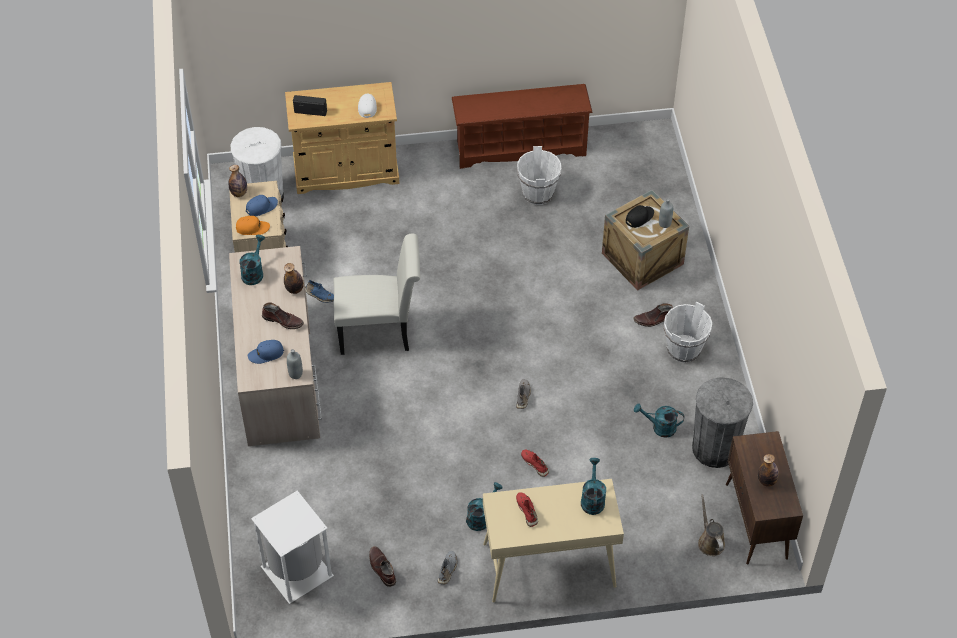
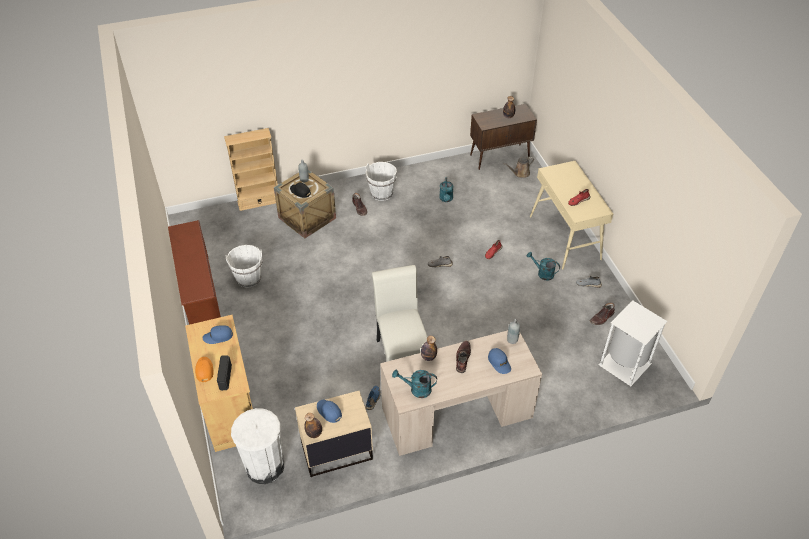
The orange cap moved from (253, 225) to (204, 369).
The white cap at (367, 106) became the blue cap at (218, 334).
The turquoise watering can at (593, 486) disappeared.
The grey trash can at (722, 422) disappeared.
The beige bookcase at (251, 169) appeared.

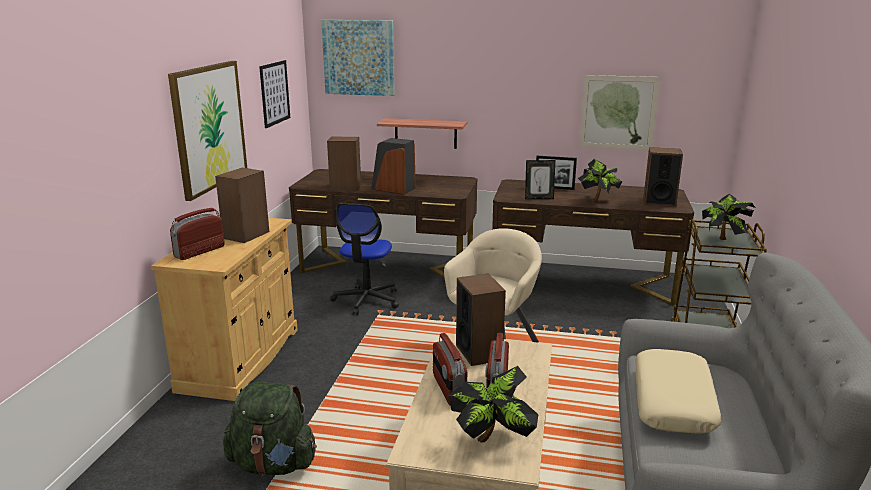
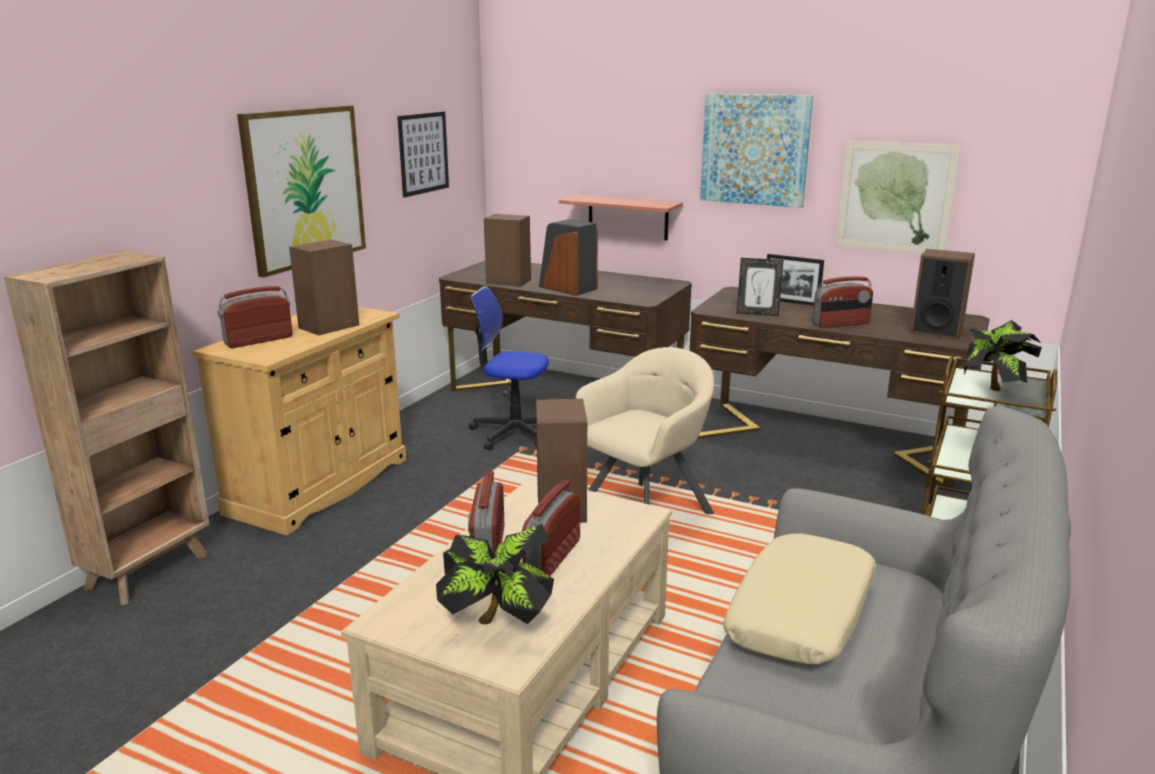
The green backpack at (270, 429) disappeared.
The picture moved from (358, 58) to (756, 150).
The office chair at (364, 259) turned 75 degrees clockwise.
The potted plant at (600, 181) was replaced by the radio at (843, 302).
The brown bookcase at (106, 428) appeared.

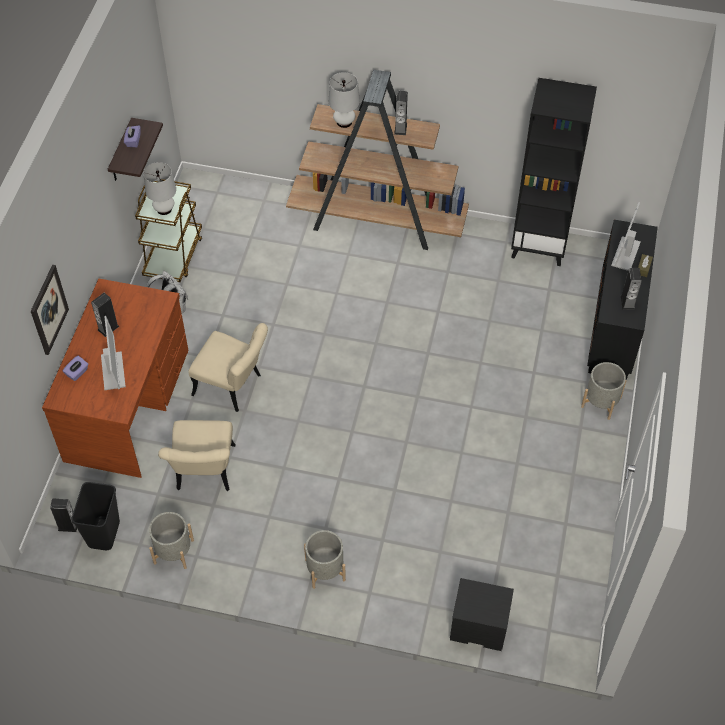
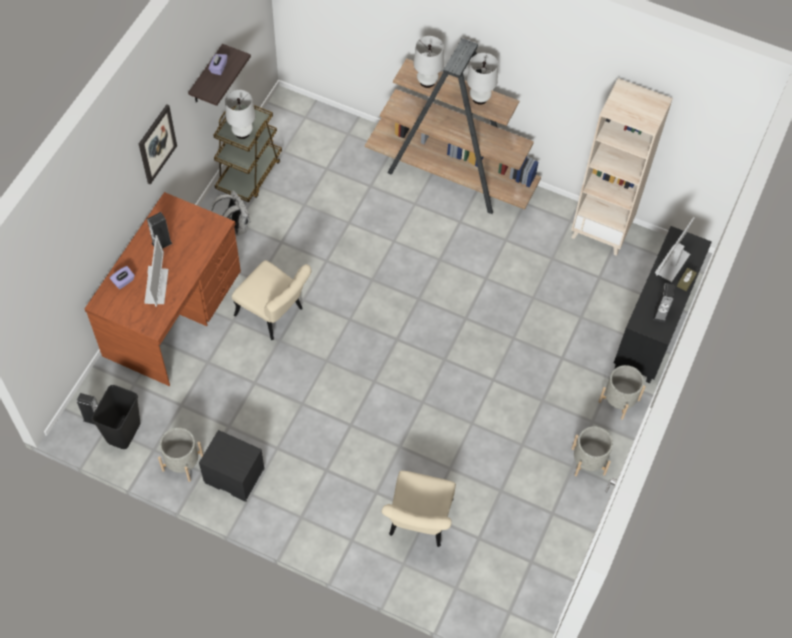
The picture moved from (50, 310) to (158, 144).
The beige chair moved from (197, 455) to (419, 509).
The grey planter moved from (325, 559) to (592, 451).
The speaker at (401, 113) was replaced by the white table lamp at (482, 79).
The black nightstand moved from (482, 614) to (231, 466).
The black bookcase at (554, 172) became the beige bookcase at (622, 167).

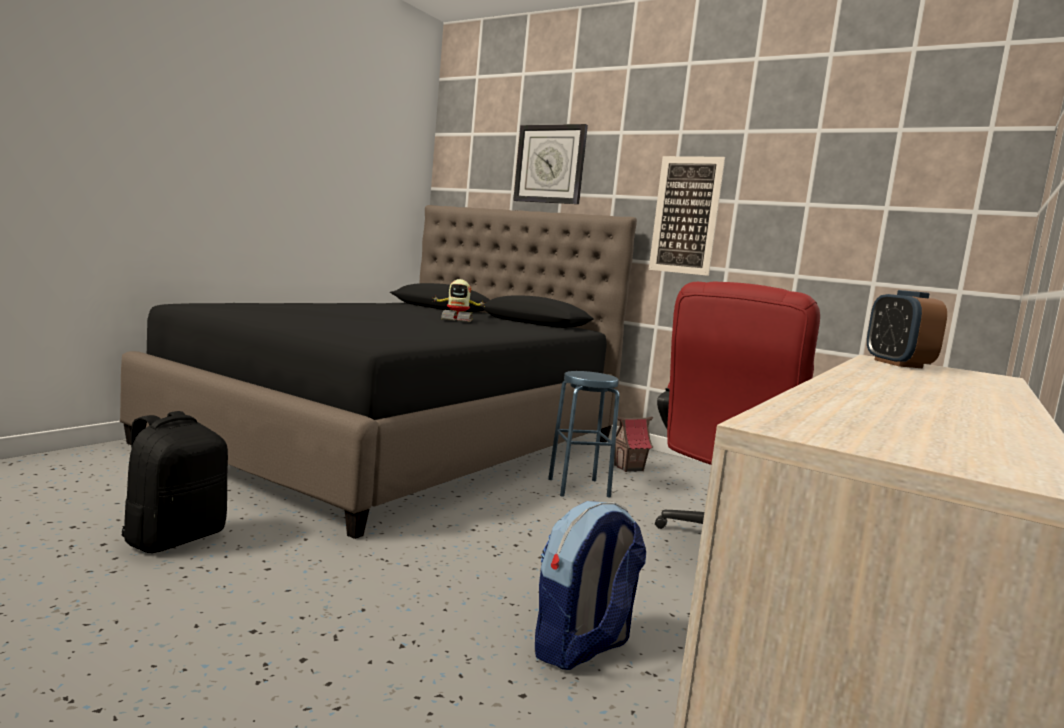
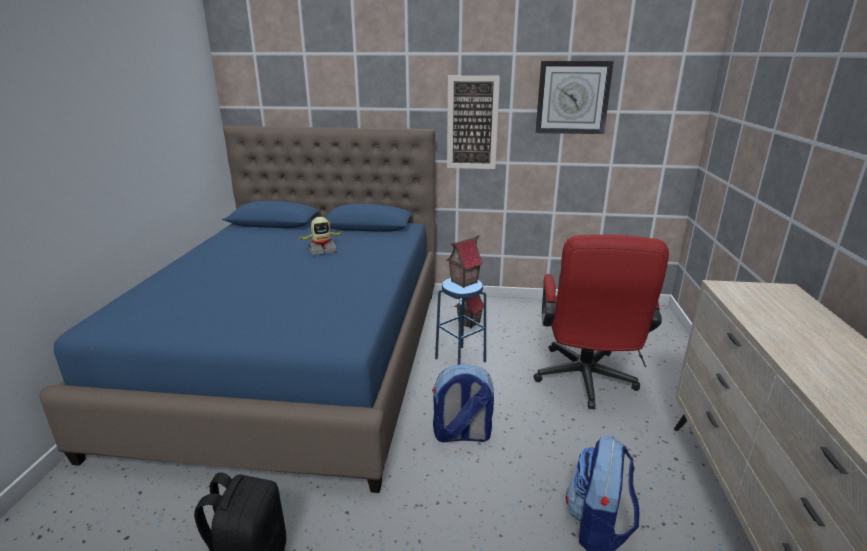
The black bed at (378, 372) became the blue bed at (237, 309).
The wall clock moved from (550, 164) to (575, 97).
The alarm clock at (907, 329) disappeared.
The backpack at (463, 403) appeared.
The toy house at (465, 261) appeared.

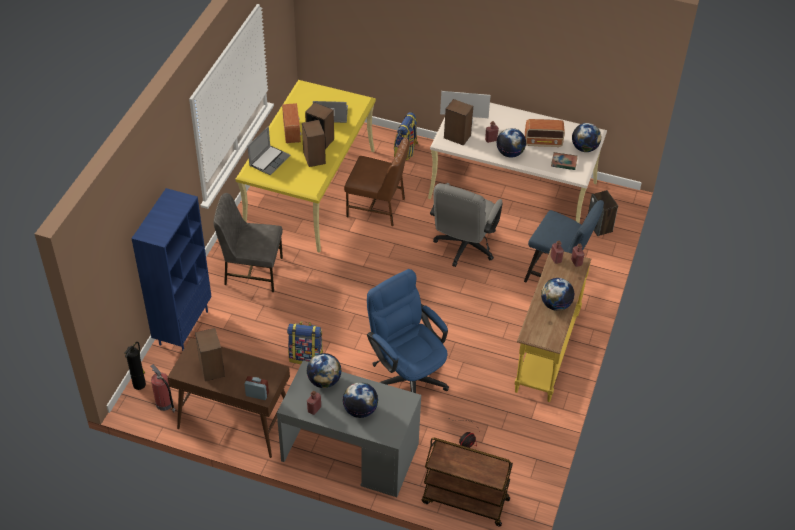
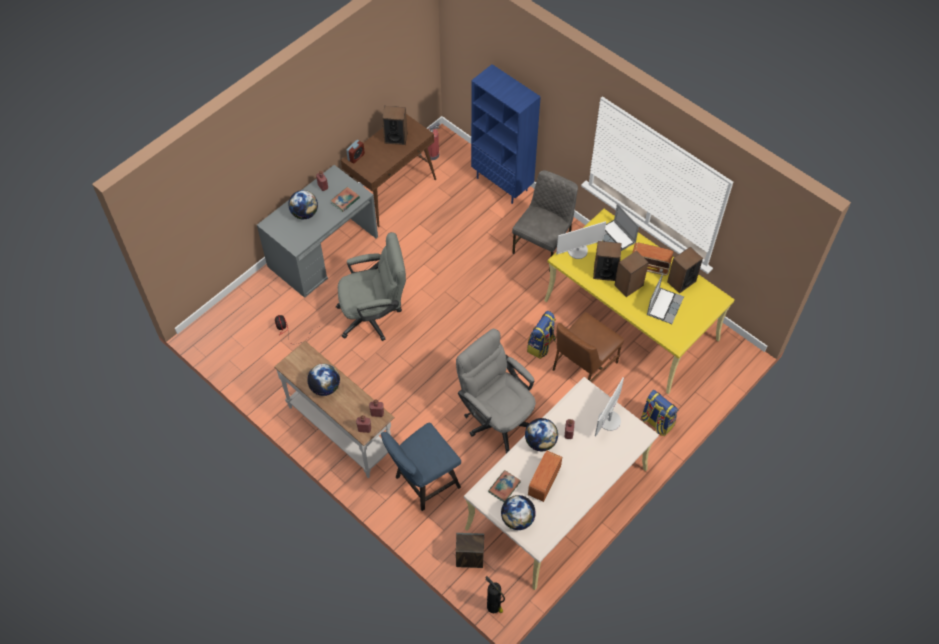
The fire extinguisher moved from (135, 366) to (495, 594).
The backpack moved from (305, 342) to (541, 335).
The globe at (323, 370) was replaced by the book at (345, 199).
The blue office chair at (408, 331) became the grey office chair at (371, 286).
The brown cart at (467, 481) disappeared.
The speaker moved from (458, 122) to (685, 270).
The yellow console table at (553, 325) became the white console table at (334, 409).
The monitor at (581, 240) appeared.

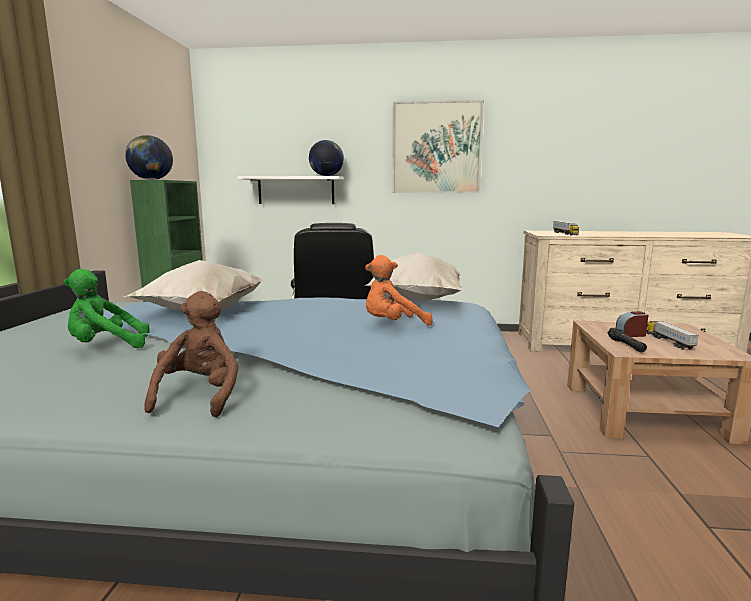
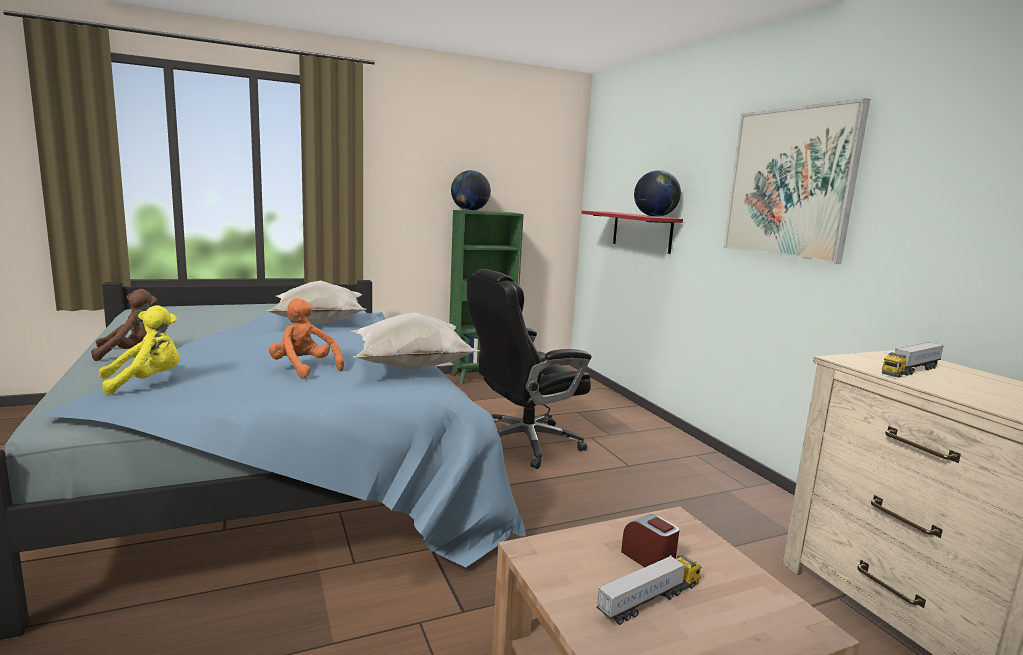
The green plush toy at (106, 308) disappeared.
The white shelf at (291, 190) became the red shelf at (632, 232).
The black flashlight at (627, 340) disappeared.
The yellow plush toy at (139, 350) appeared.

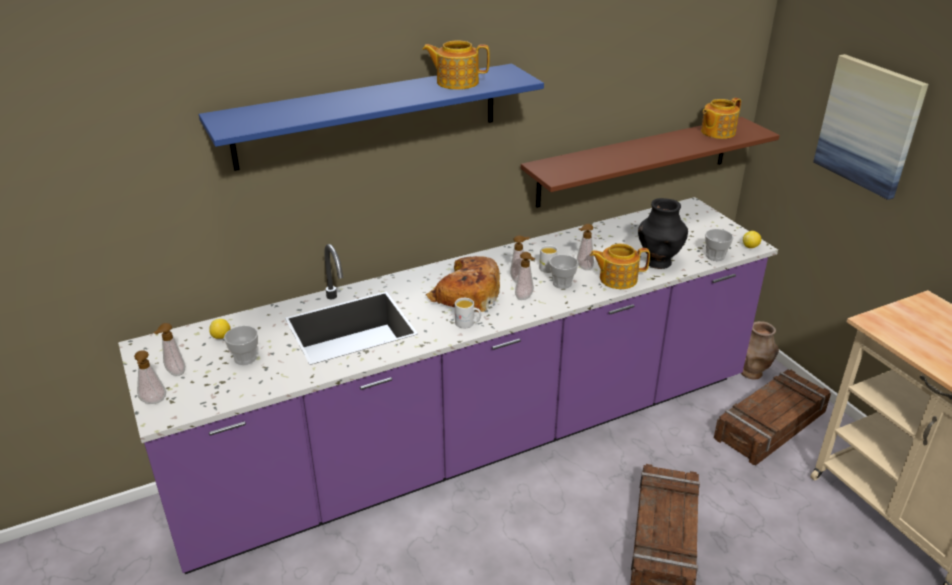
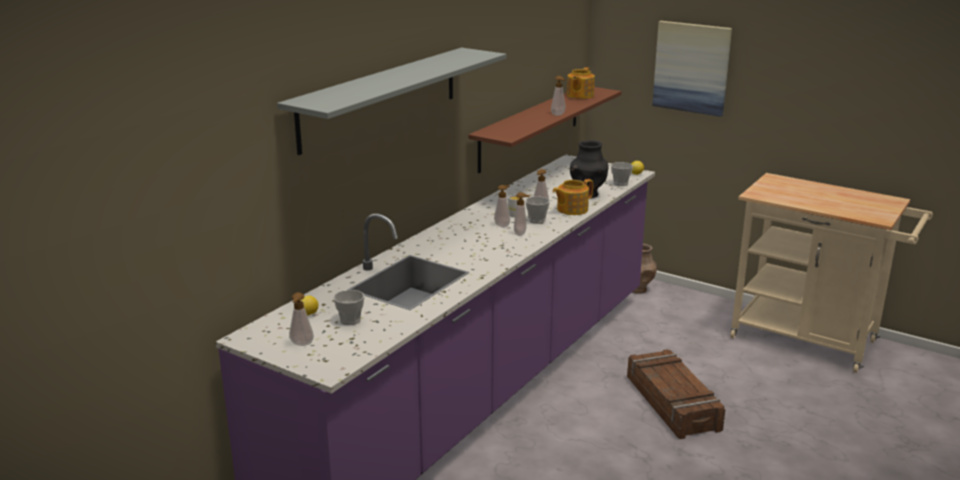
The soap dispenser moved from (150, 377) to (558, 96).
The blue shelf at (371, 117) became the grey shelf at (392, 101).
The teapot at (456, 65) disappeared.
The bread at (463, 284) disappeared.
The white mug at (468, 313) disappeared.
The crate at (772, 417) disappeared.

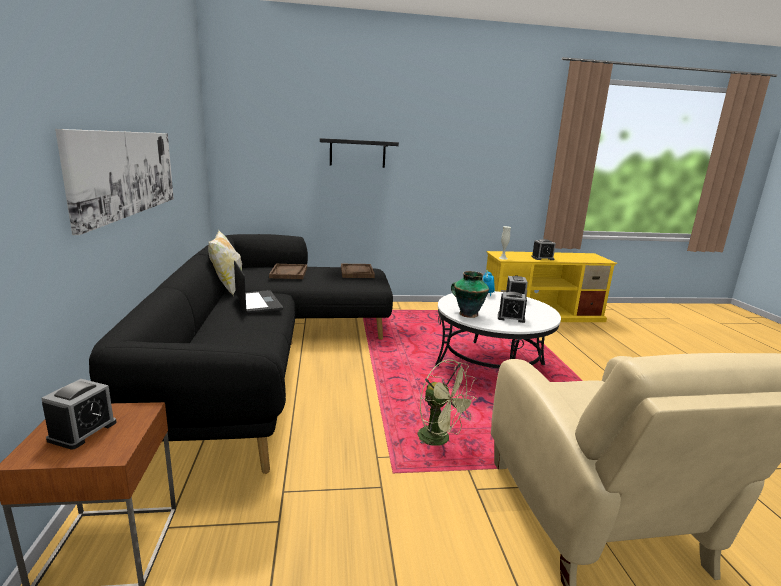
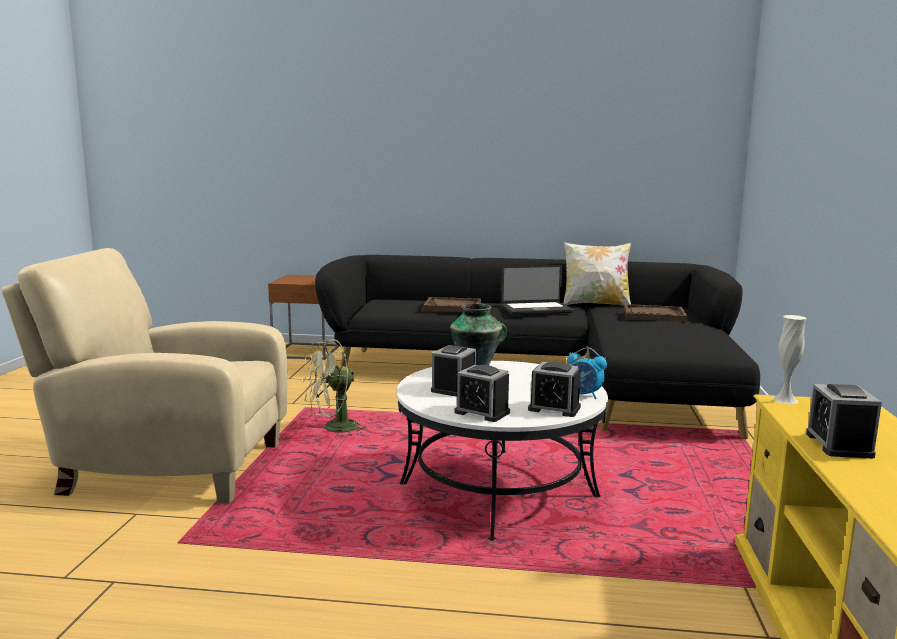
The alarm clock moved from (79, 414) to (482, 393).
The picture at (114, 182) disappeared.
The black shelf at (359, 153) disappeared.
The brown tray moved from (358, 271) to (452, 304).

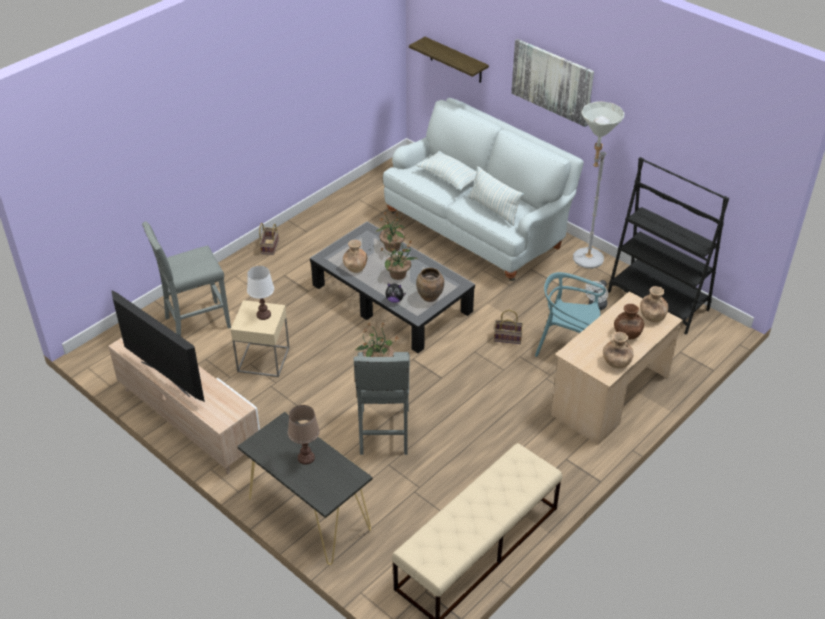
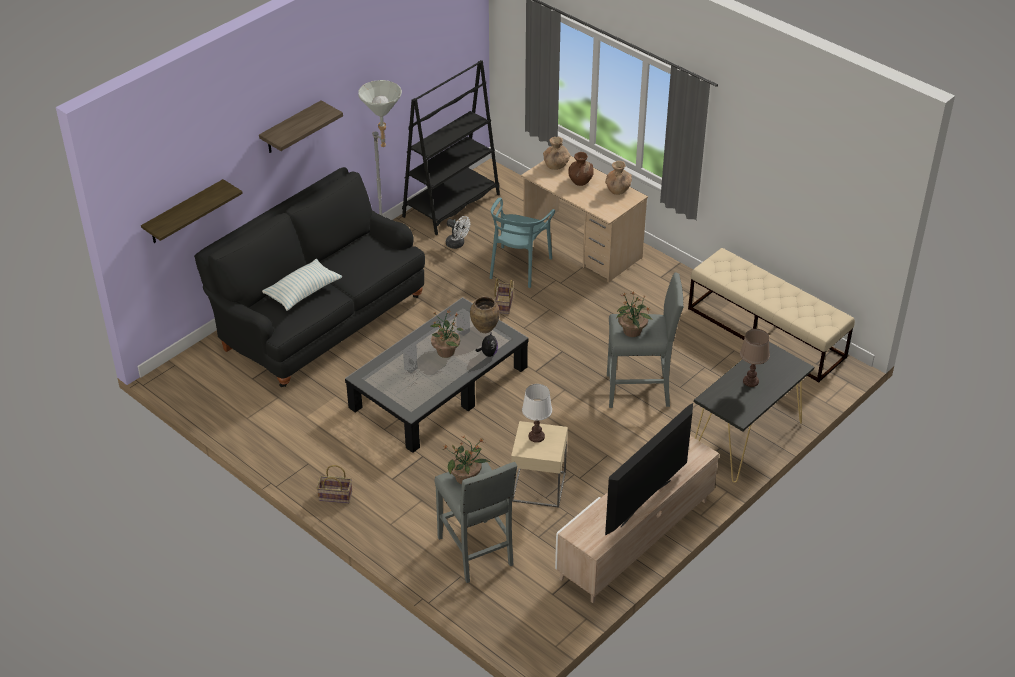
The brown vase at (355, 256) disappeared.
The potted plant moved from (390, 232) to (466, 460).
The white sofa at (483, 189) became the black sofa at (309, 277).
The pillow at (496, 196) disappeared.
The picture at (552, 83) was replaced by the shelf at (301, 126).

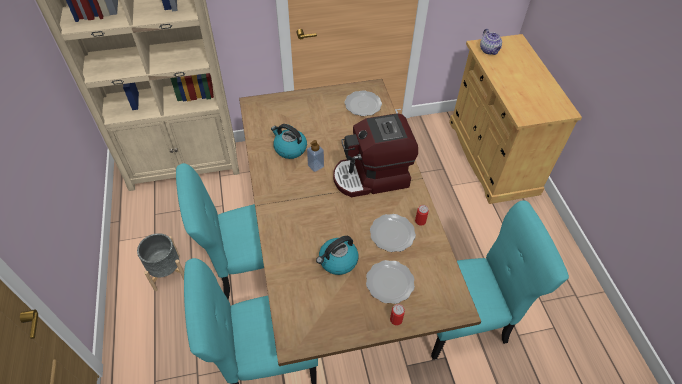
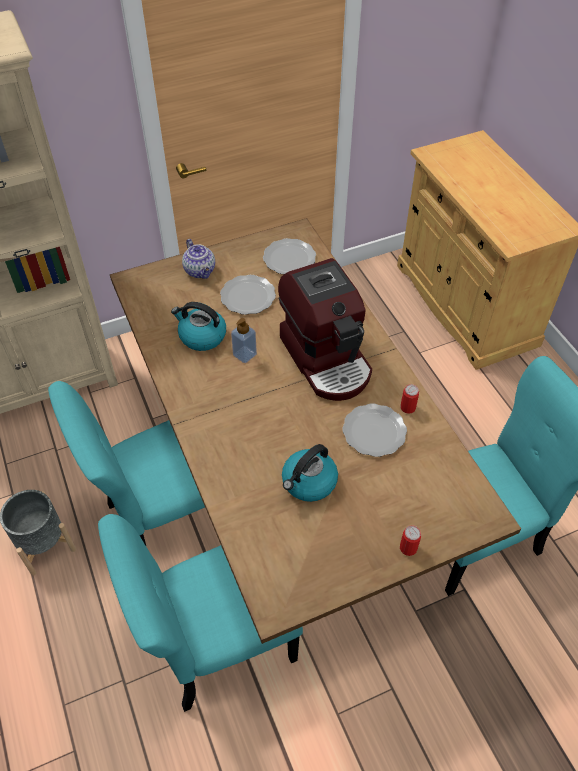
The coffee machine at (375, 155) turned 90 degrees counterclockwise.
The plate moved from (390, 282) to (248, 295).
The teapot moved from (491, 42) to (198, 259).

